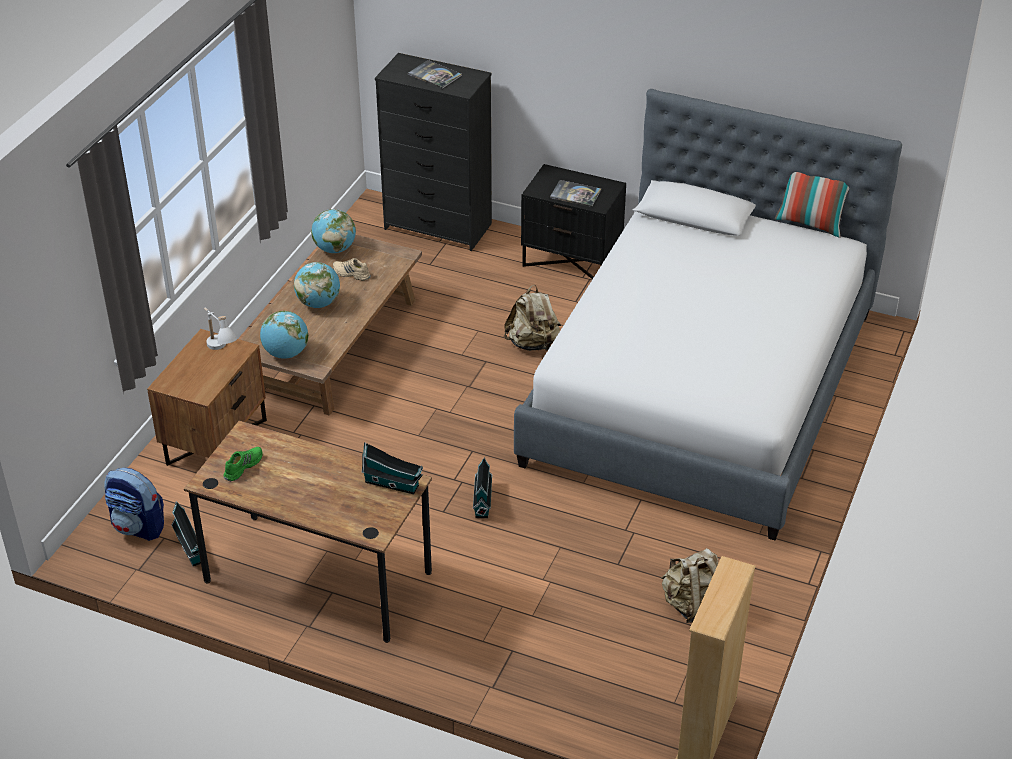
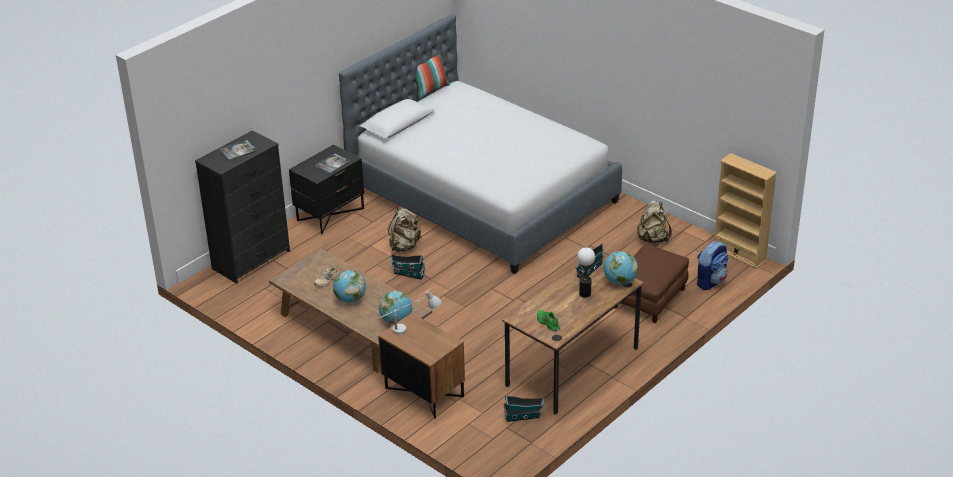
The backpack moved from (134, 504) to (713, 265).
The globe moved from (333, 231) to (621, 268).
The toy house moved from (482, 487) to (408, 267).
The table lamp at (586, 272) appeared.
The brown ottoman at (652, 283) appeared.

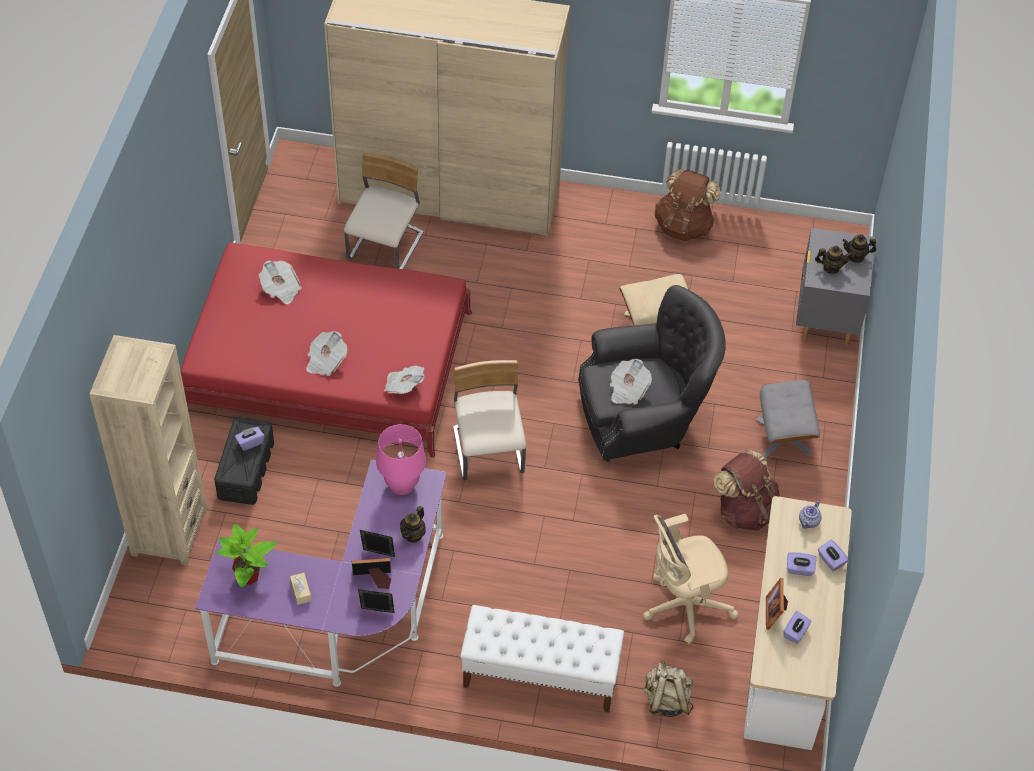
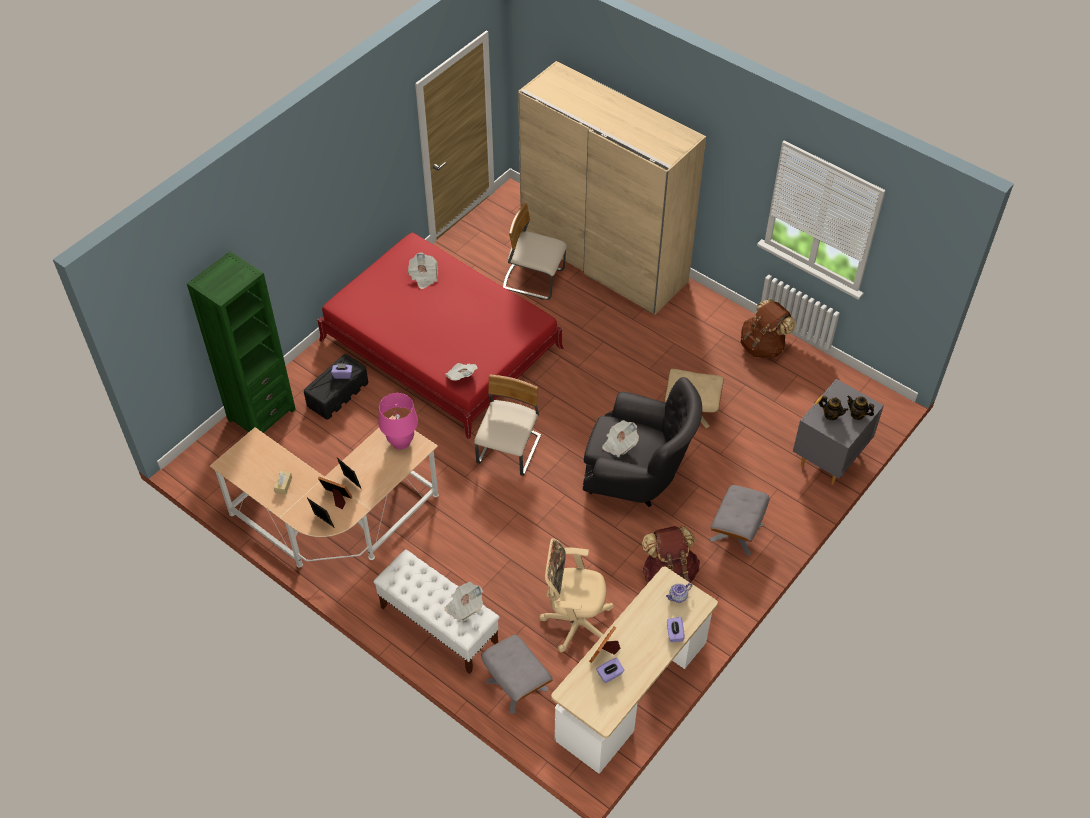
The beige bookcase at (148, 450) became the green bookcase at (241, 342).
The purple desk at (321, 573) became the beige desk at (324, 491).
The potted plant at (246, 556) disappeared.
The newspaper moved from (326, 353) to (464, 602).
The beige chair at (384, 211) turned 120 degrees counterclockwise.
The teapot at (413, 524) disappeared.
The beige backpack at (668, 689) was replaced by the grey ottoman at (517, 674).
The purple tissue box at (801, 564) disappeared.

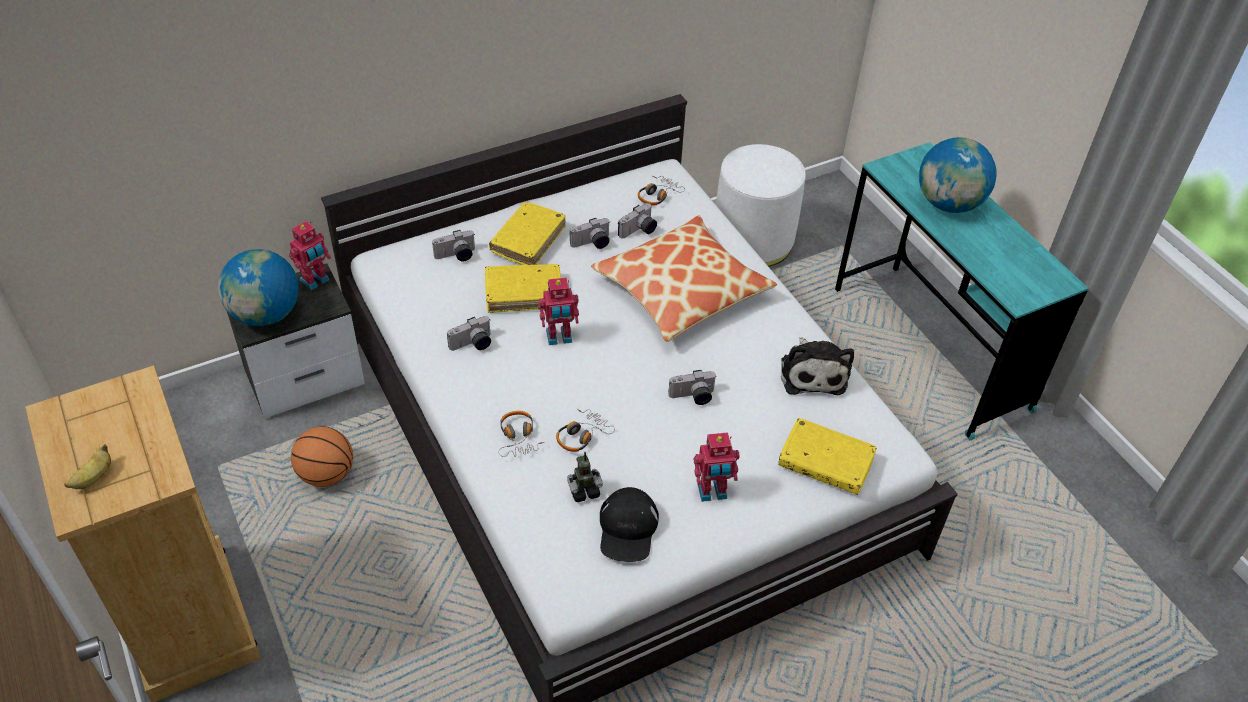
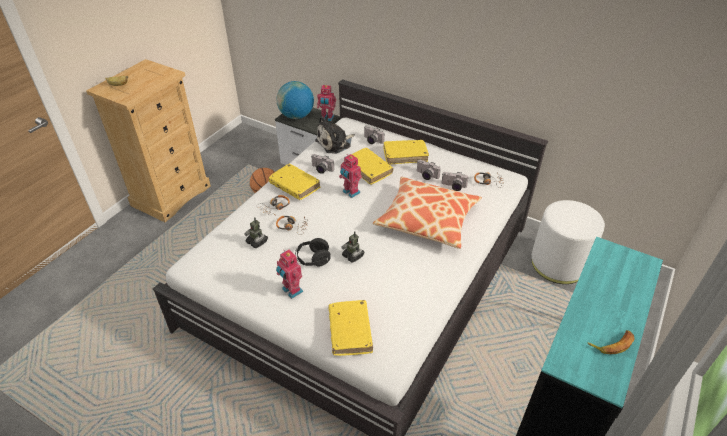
The black cap at (629, 524) disappeared.
The photo camera at (692, 387) was replaced by the toy robot at (353, 247).
The plush toy moved from (817, 366) to (335, 135).
The globe at (957, 175) disappeared.
The yellow book at (294, 182) appeared.
The black headphones at (313, 252) appeared.
The banana at (610, 342) appeared.

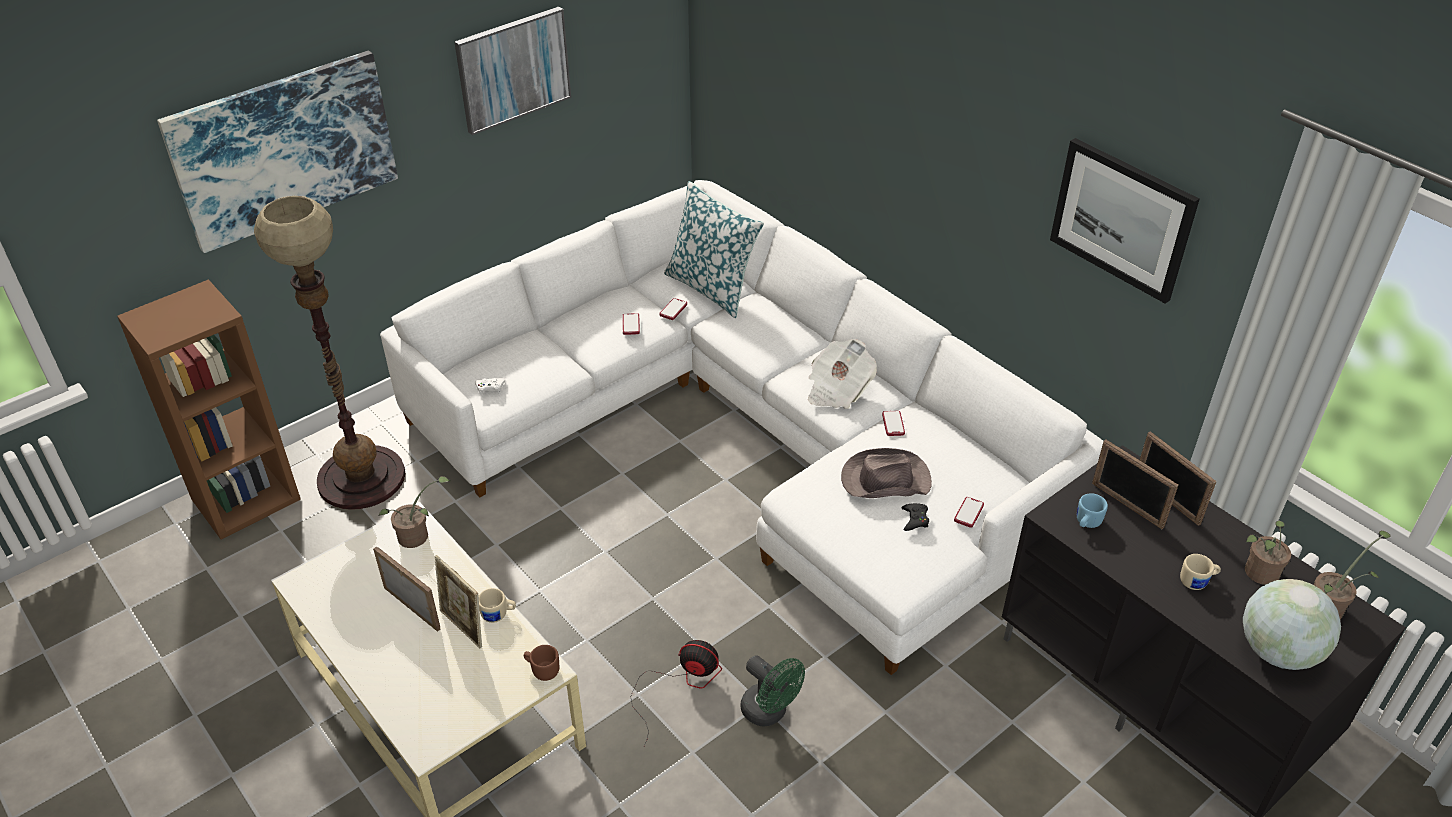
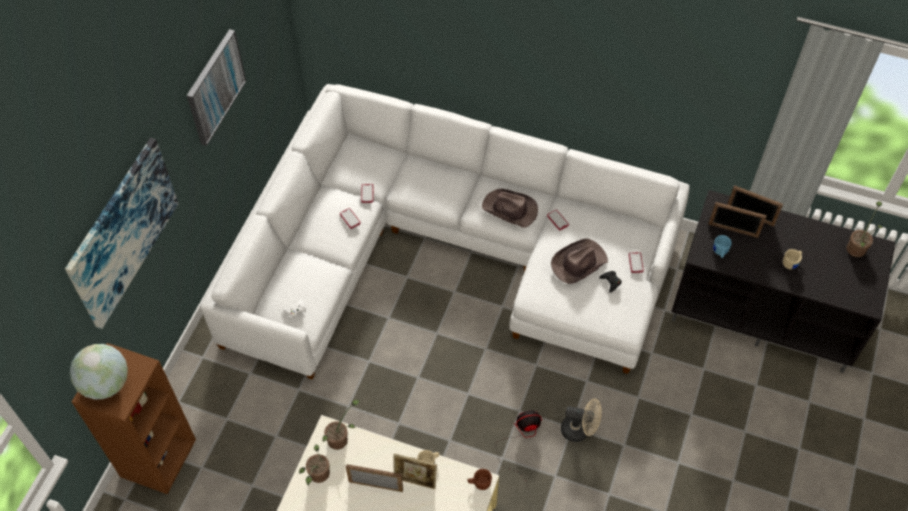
The floor lamp at (329, 353) disappeared.
The pillow at (714, 249) disappeared.
The green fan at (772, 691) became the beige fan at (581, 420).
The newspaper at (842, 374) was replaced by the brown hat at (510, 208).
The picture at (1125, 221) disappeared.
The globe moved from (1292, 624) to (99, 371).
The potted plant moved from (1268, 552) to (314, 465).

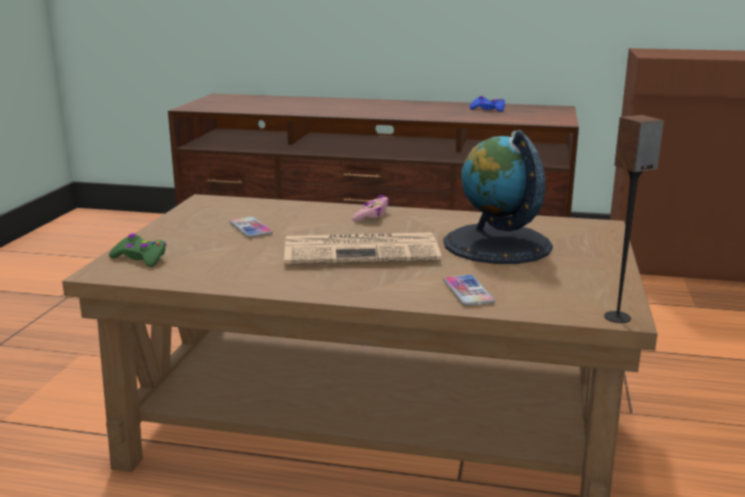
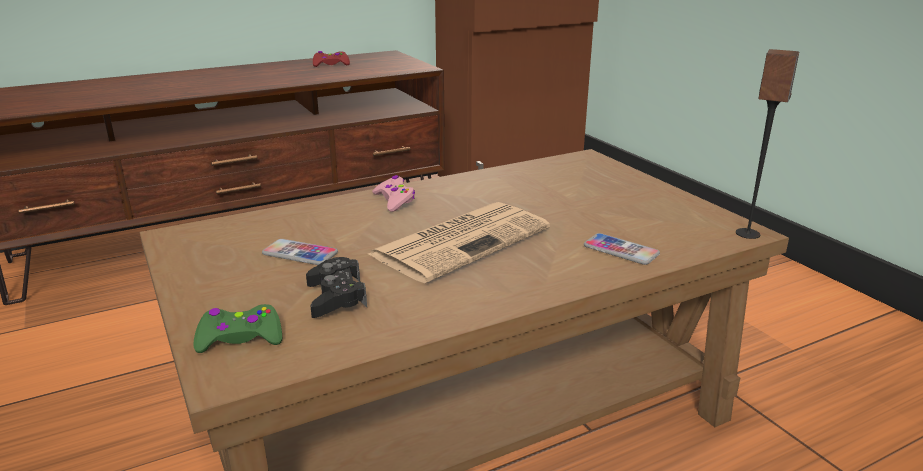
The globe at (498, 197) disappeared.
The blue game controller at (487, 104) became the red game controller at (331, 59).
The black game controller at (336, 287) appeared.

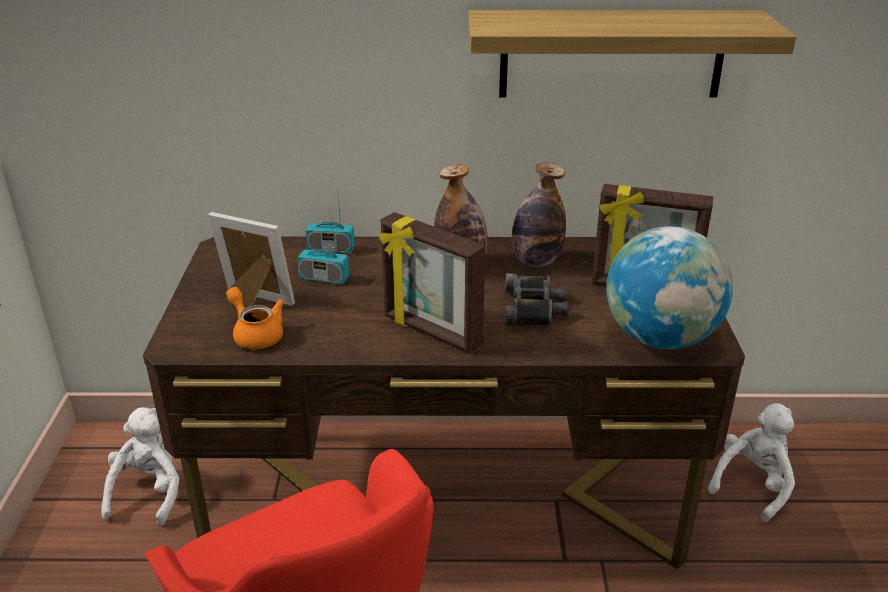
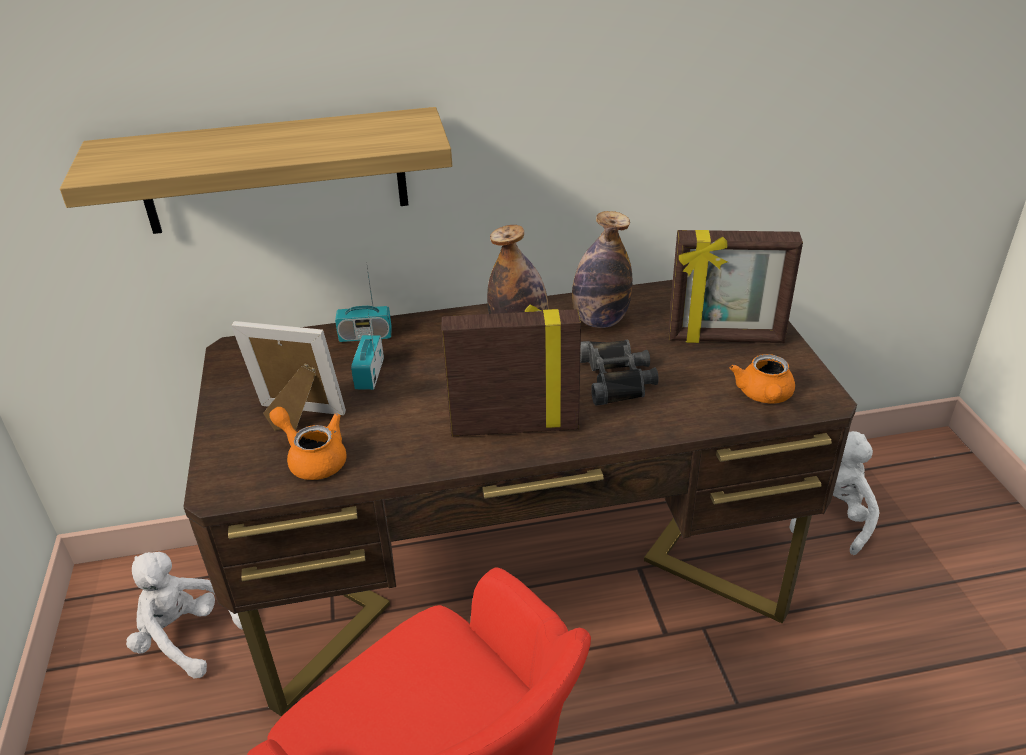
The white plush toy at (140, 466) turned 60 degrees counterclockwise.
The radio at (323, 247) turned 90 degrees clockwise.
The picture frame at (432, 283) turned 150 degrees clockwise.
The shelf moved from (632, 54) to (256, 170).
The globe at (669, 287) was replaced by the orange teapot at (762, 378).

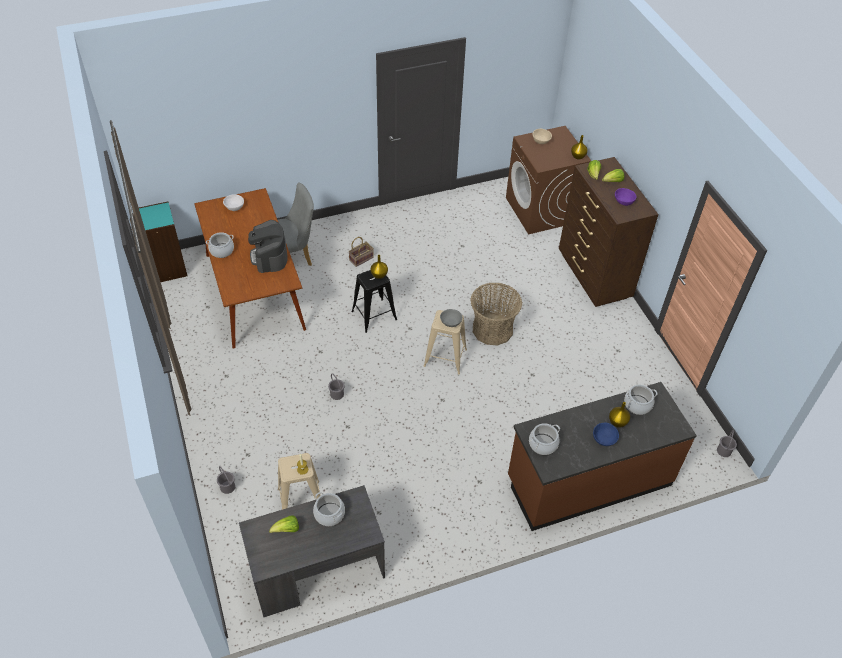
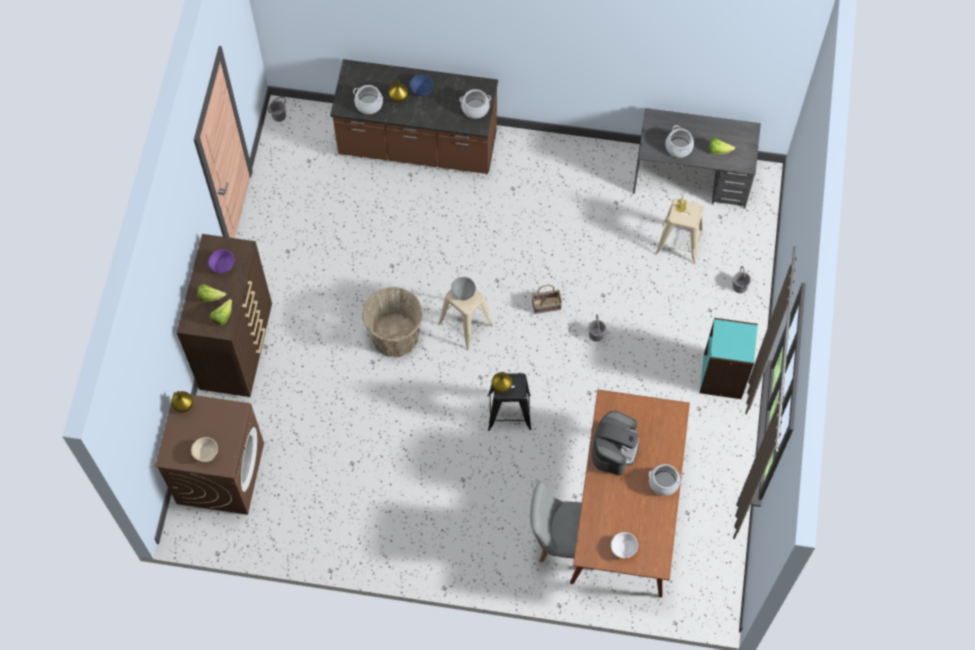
The turquoise bookcase moved from (163, 242) to (729, 358).
The basket moved from (361, 252) to (547, 299).

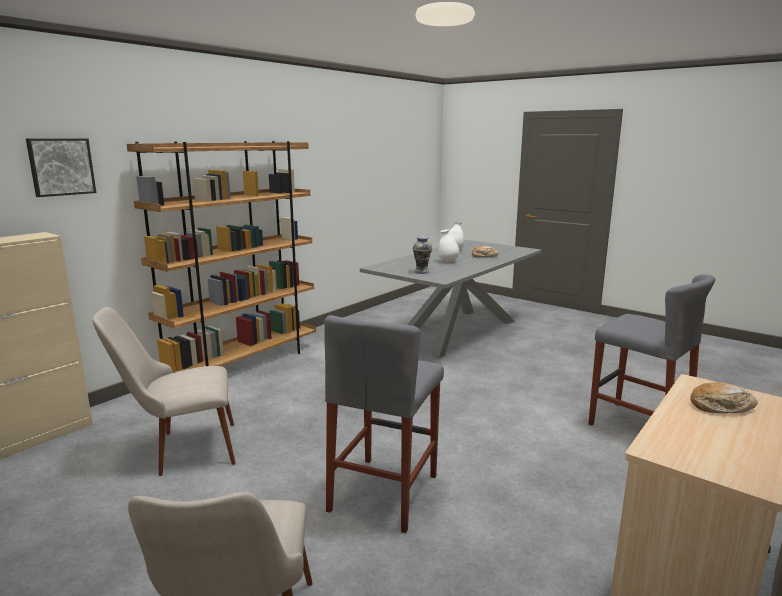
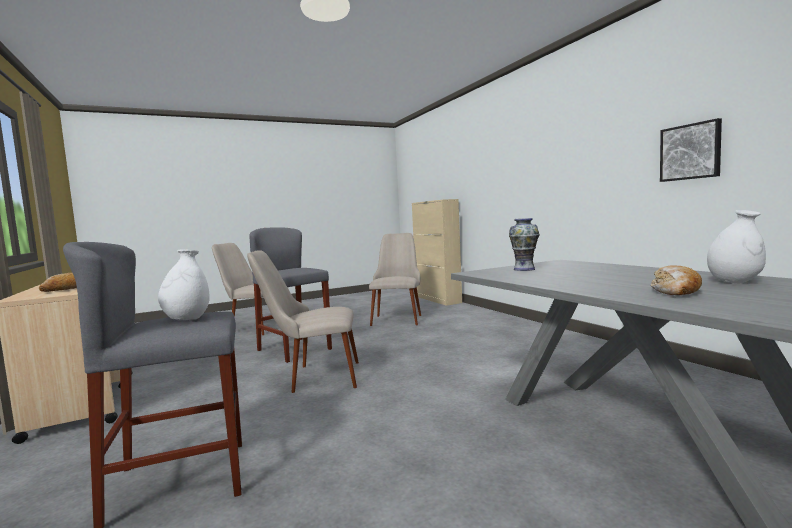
The picture moved from (61, 167) to (691, 150).
The brown bookcase at (221, 257) disappeared.
The white vase moved from (448, 245) to (184, 285).
The beige chair at (303, 321) appeared.

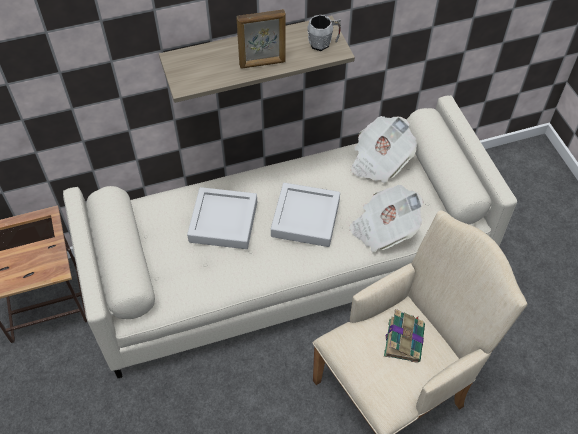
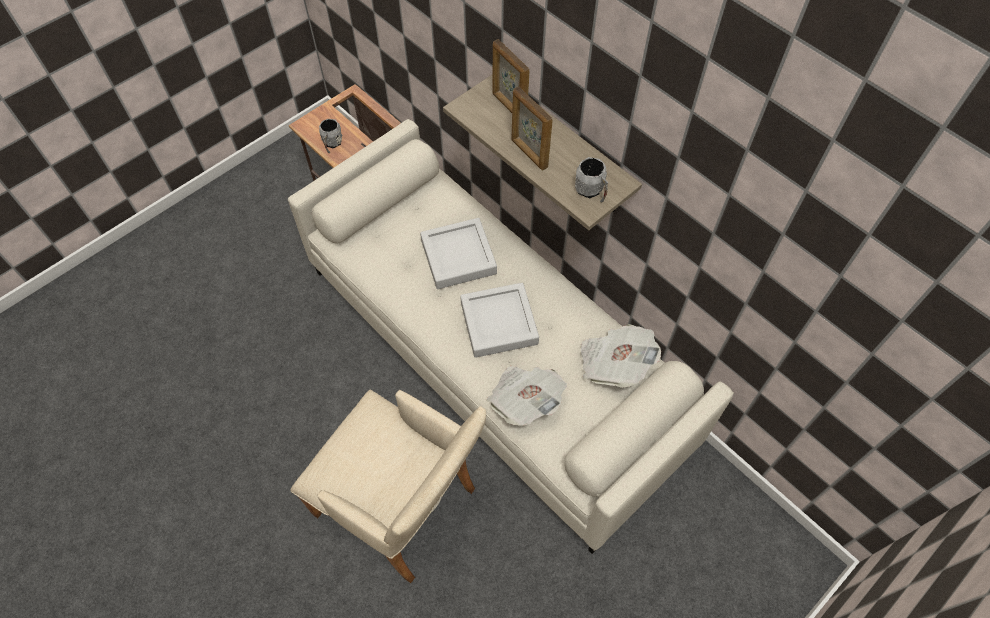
The book at (404, 336) disappeared.
The grey mug at (330, 136) appeared.
The picture frame at (511, 76) appeared.

